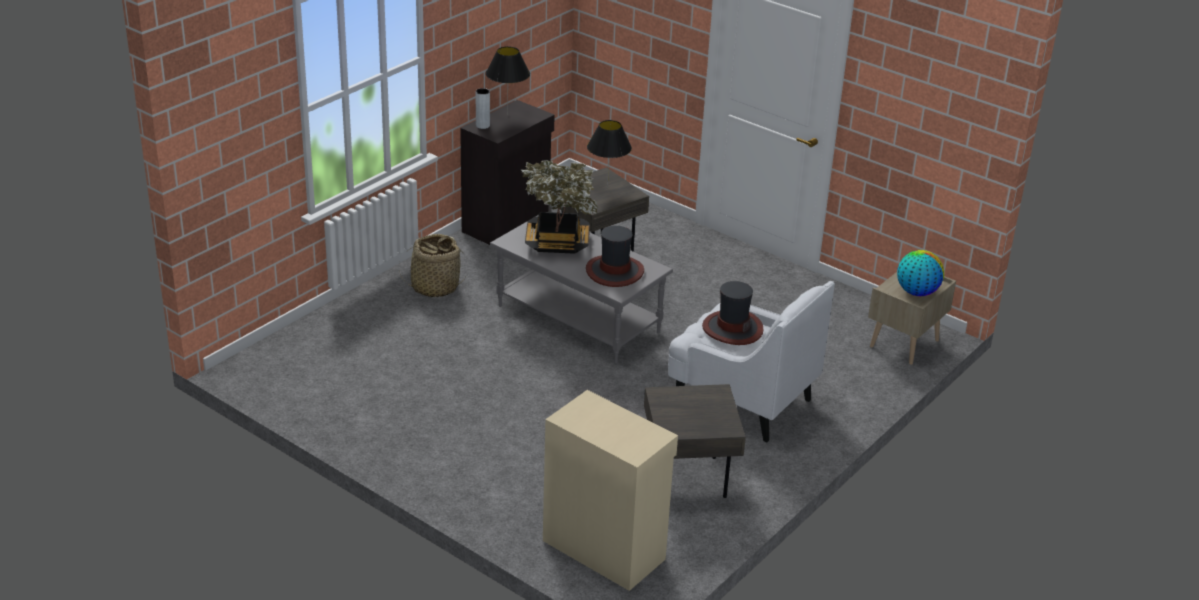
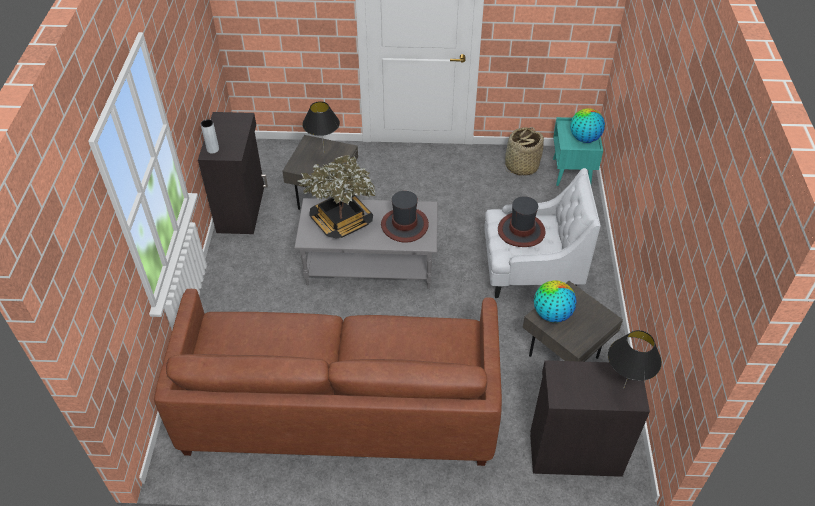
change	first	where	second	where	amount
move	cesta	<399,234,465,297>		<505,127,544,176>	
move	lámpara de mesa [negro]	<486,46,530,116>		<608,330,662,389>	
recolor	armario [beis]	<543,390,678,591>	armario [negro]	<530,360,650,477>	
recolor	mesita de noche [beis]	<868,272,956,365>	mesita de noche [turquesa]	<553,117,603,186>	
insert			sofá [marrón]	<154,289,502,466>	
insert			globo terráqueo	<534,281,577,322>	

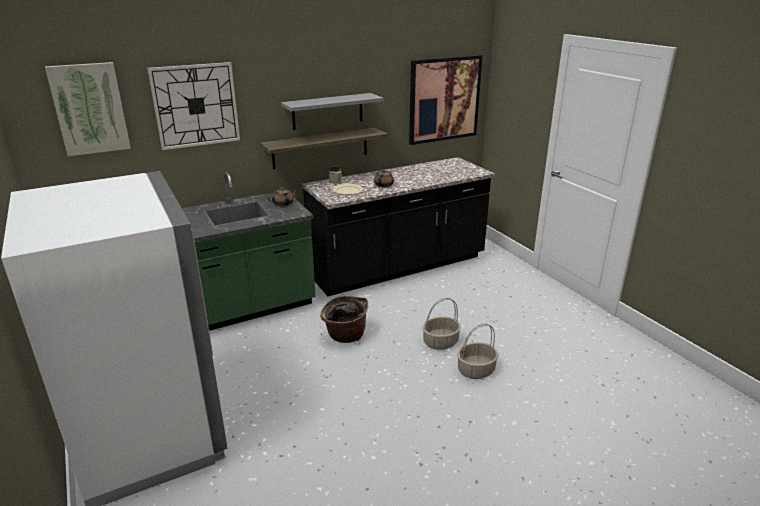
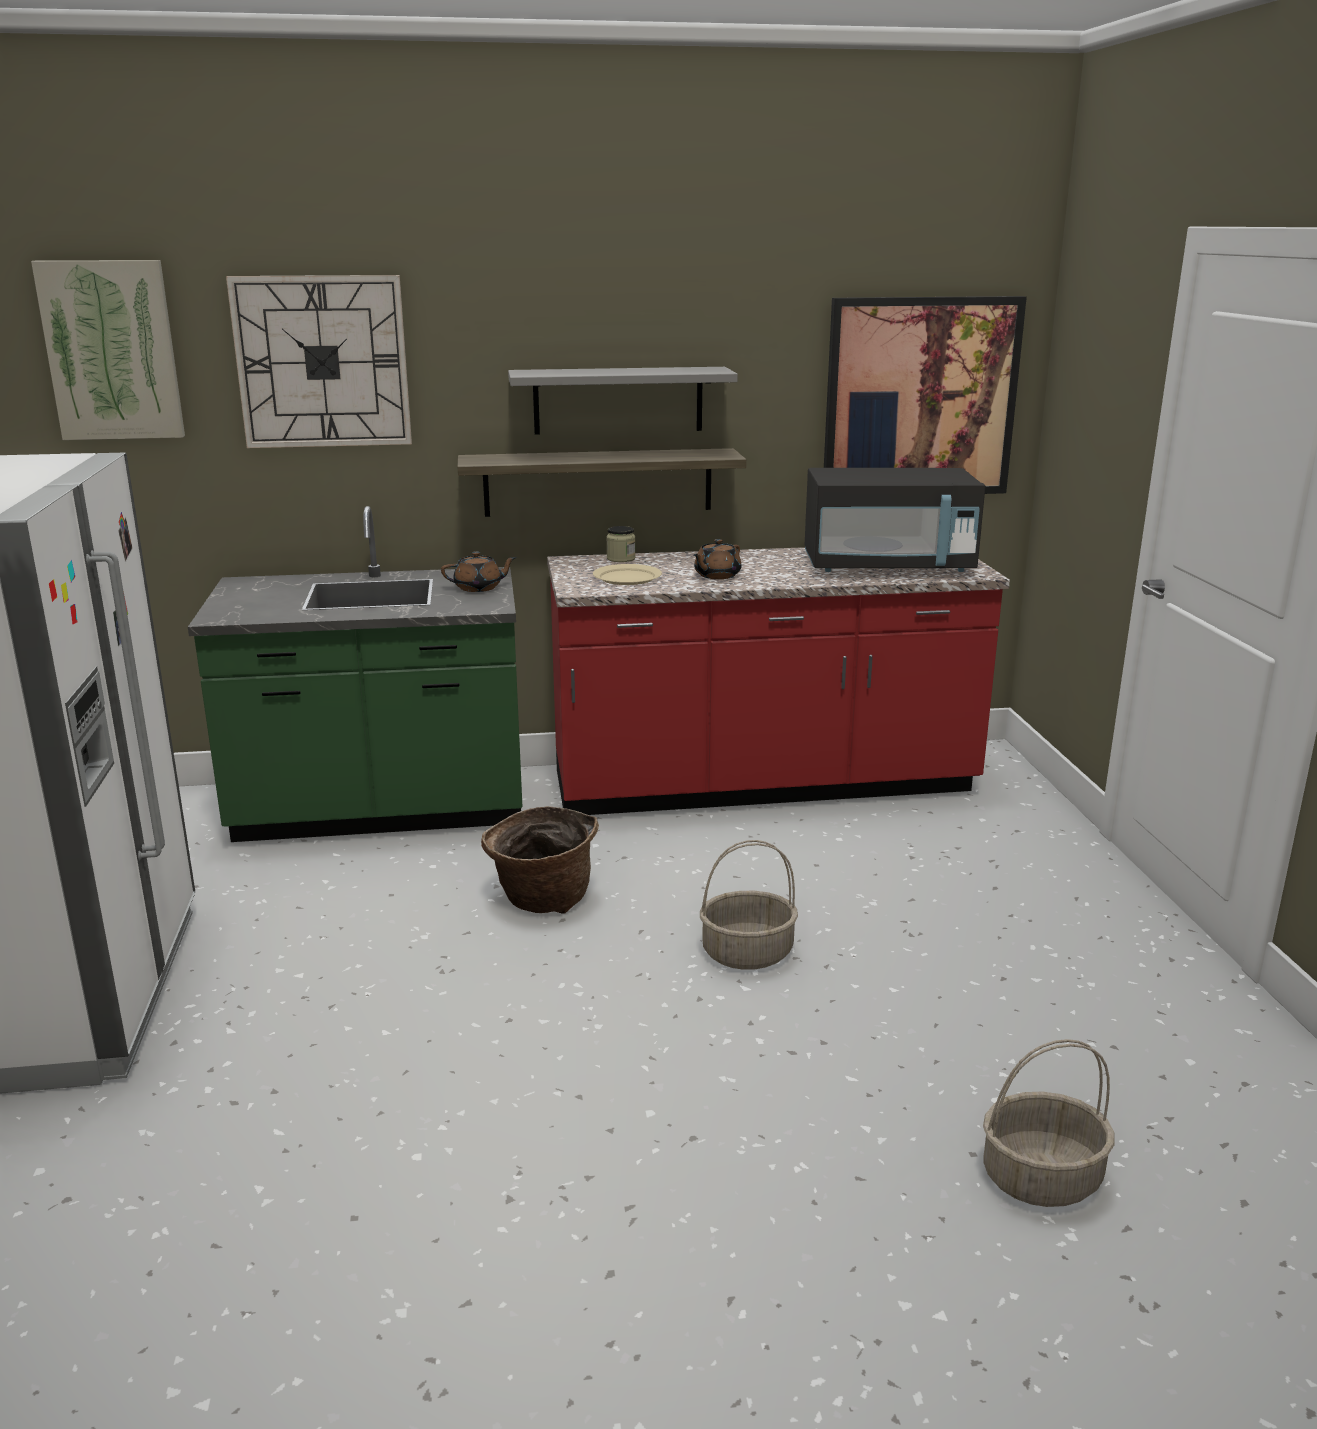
change	first	where	second	where	amount
recolor	mueble bajo de cocina [negro]	<302,157,495,296>	mueble bajo de cocina [rojo]	<547,547,1010,815>	
move	cesta	<457,323,499,379>		<983,1039,1115,1207>	
insert			microondas [negro]	<805,468,985,572>	

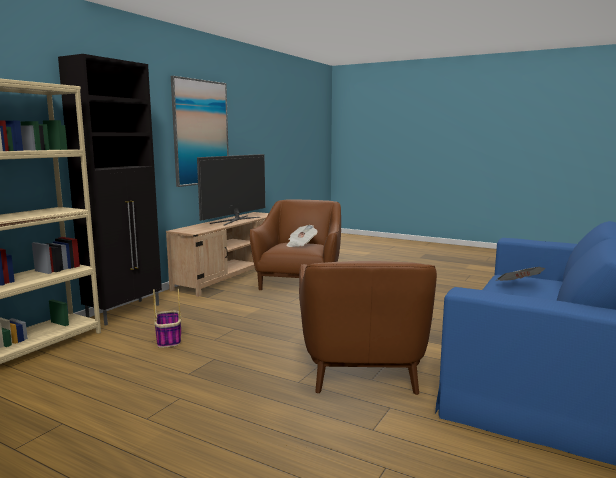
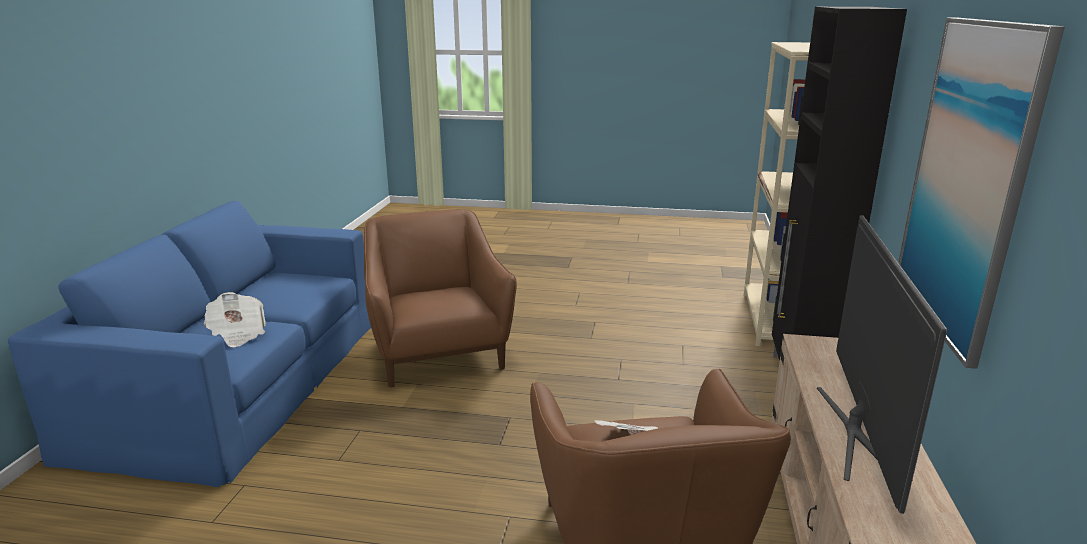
change	first	where	second	where	amount
delete	cesta	<153,288,181,348>			

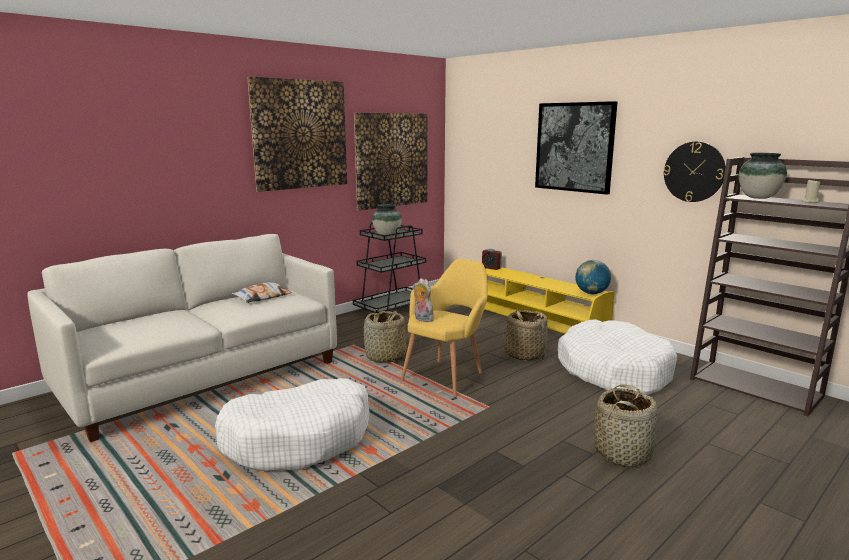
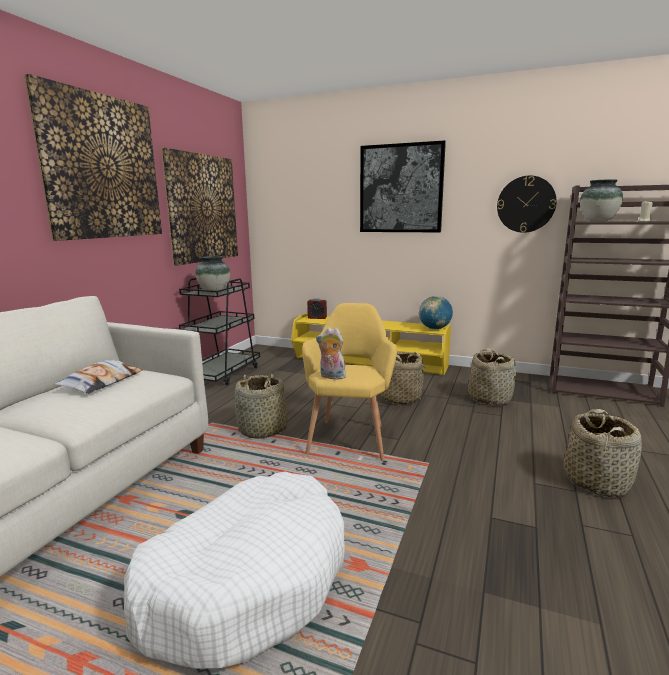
change	first	where	second	where	amount
replace	cama para perro [blanco]	<558,319,677,395>	cesta	<468,348,516,406>	

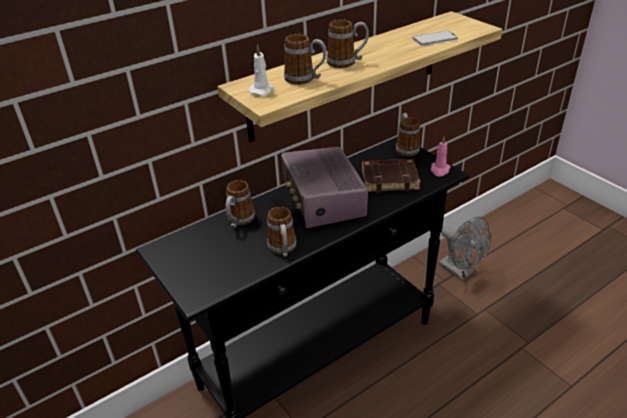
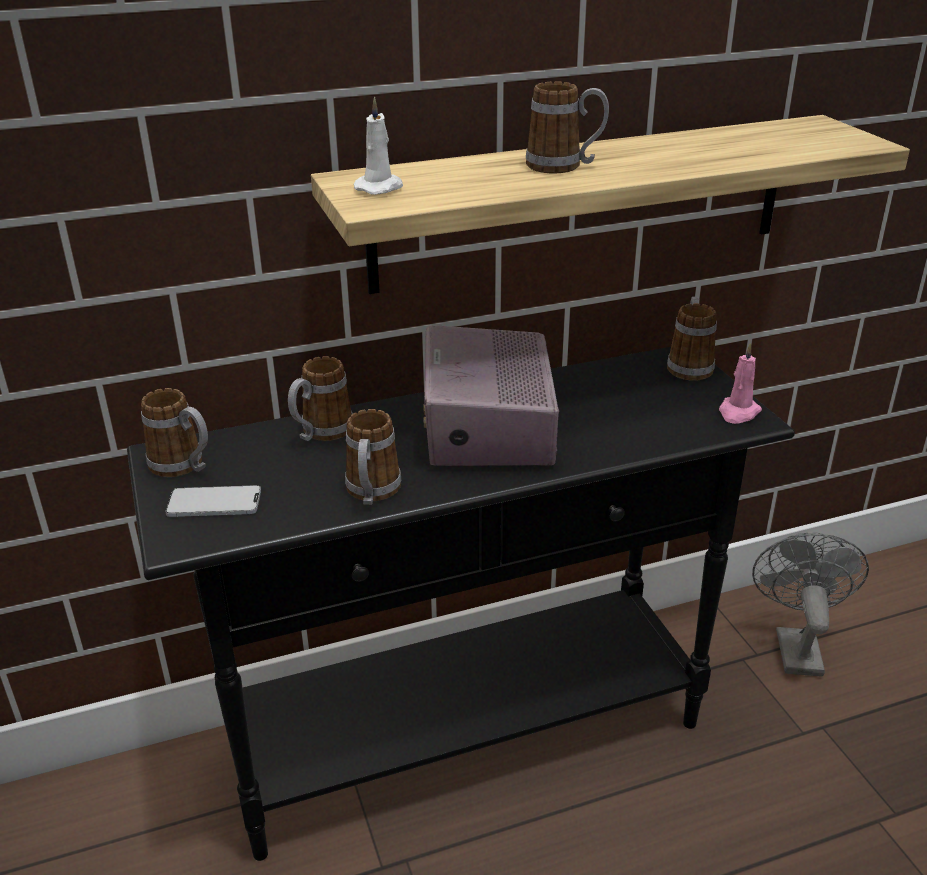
change	first	where	second	where	amount
move	taza grande	<284,34,326,85>		<141,388,208,477>	
delete	libro [marrón]	<362,159,421,193>			
move	móvil	<413,31,458,45>		<165,485,261,517>	
rotate	ventilador [gris]	<439,217,491,281>		<752,532,869,677>	150 degrees counterclockwise

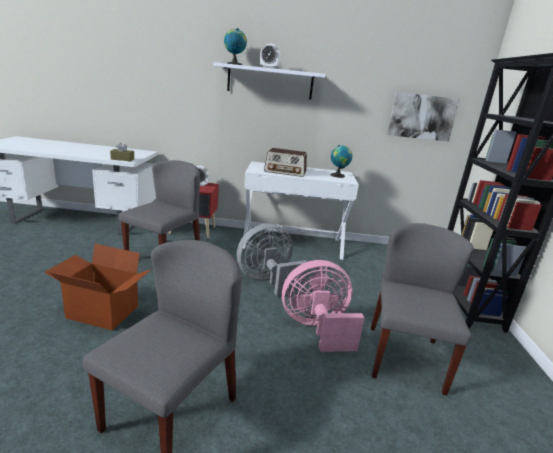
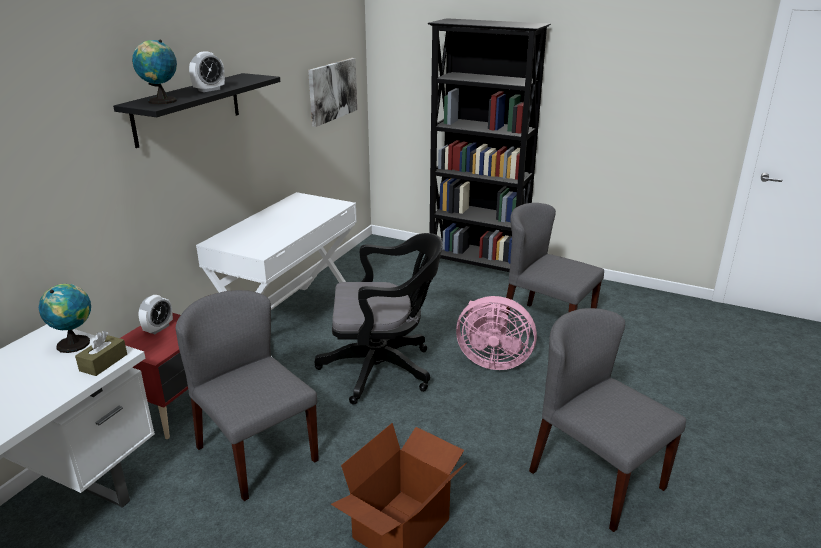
change	first	where	second	where	amount
recolor	estante [blanco]	<213,62,326,100>	estante [negro]	<113,73,280,148>	
replace	ventilador [gris]	<237,224,307,296>	silla de oficina [negro]	<315,233,443,405>	
delete	radio	<264,148,307,177>			
rotate	ventilador [rosa]	<282,260,365,352>		<456,296,537,370>	90 degrees counterclockwise
move	globo terráqueo	<331,145,353,178>		<39,284,91,353>	

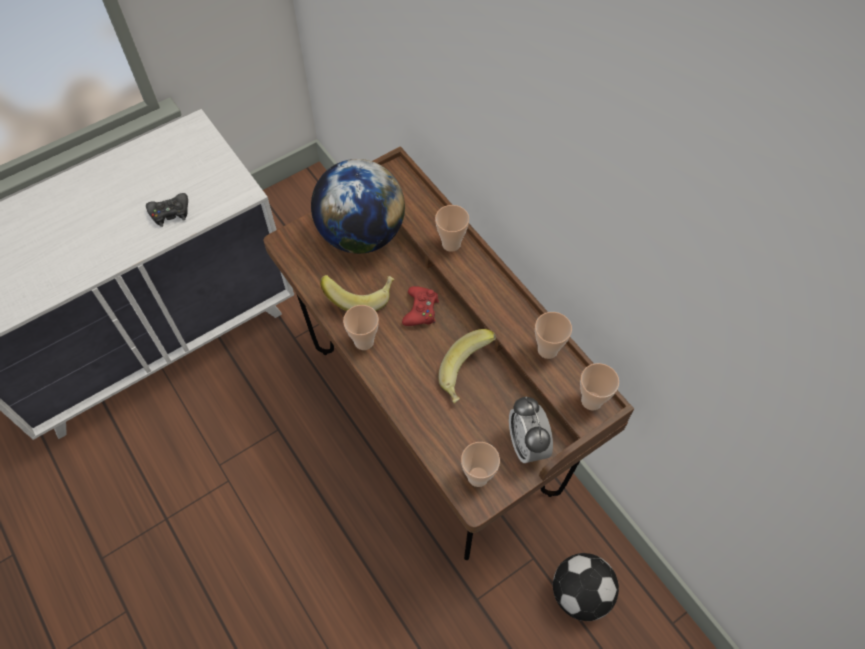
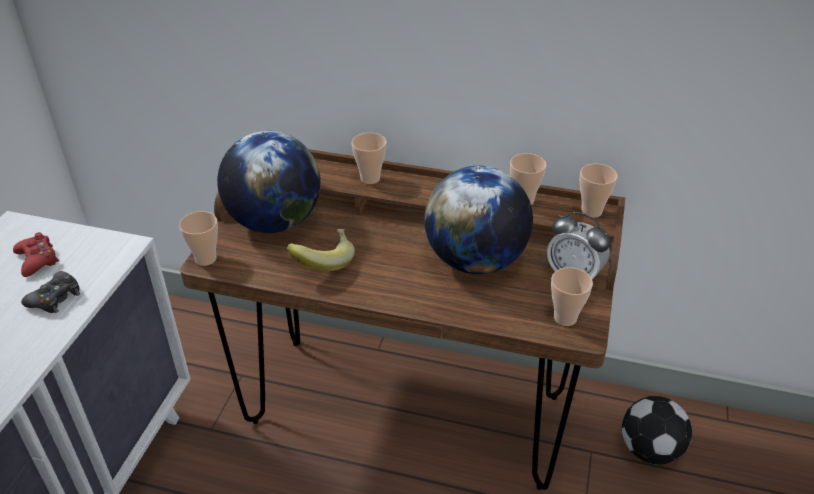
change	first	where	second	where	amount
move	taza	<343,305,379,350>		<179,211,218,266>	
move	mando de consola [rojo]	<402,286,439,326>		<13,232,59,277>	
replace	plátano	<438,329,496,403>	globo terráqueo	<424,166,533,274>	

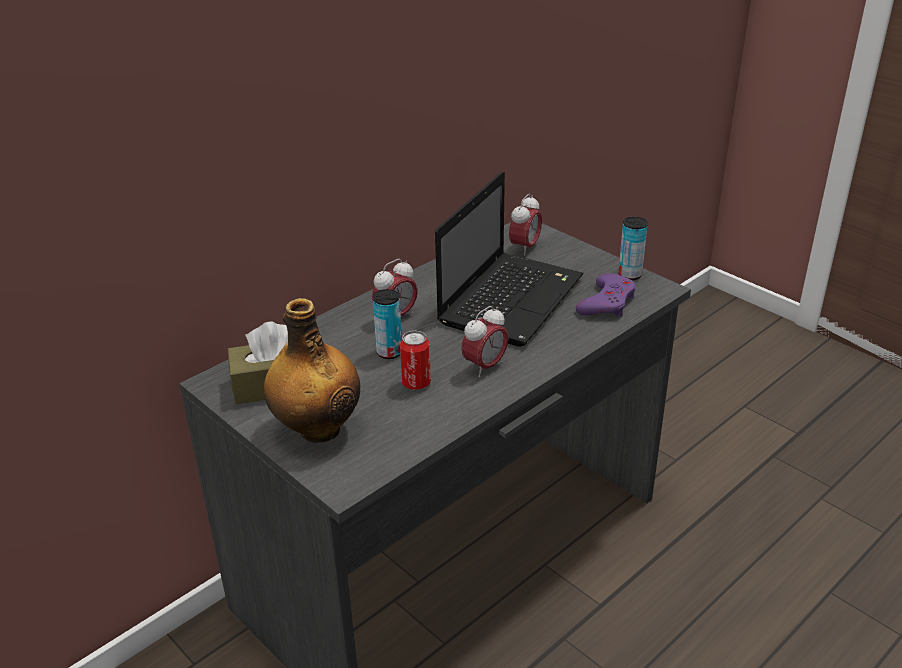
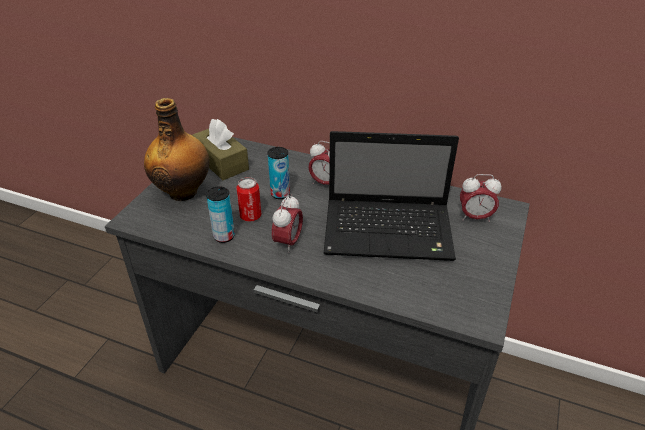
change	first	where	second	where	amount
rotate	despertador	<461,306,509,377>		<272,194,303,253>	90 degrees counterclockwise
delete	mando de consola [morado]	<576,273,636,316>			
move	lata	<618,217,648,280>		<206,186,235,243>	

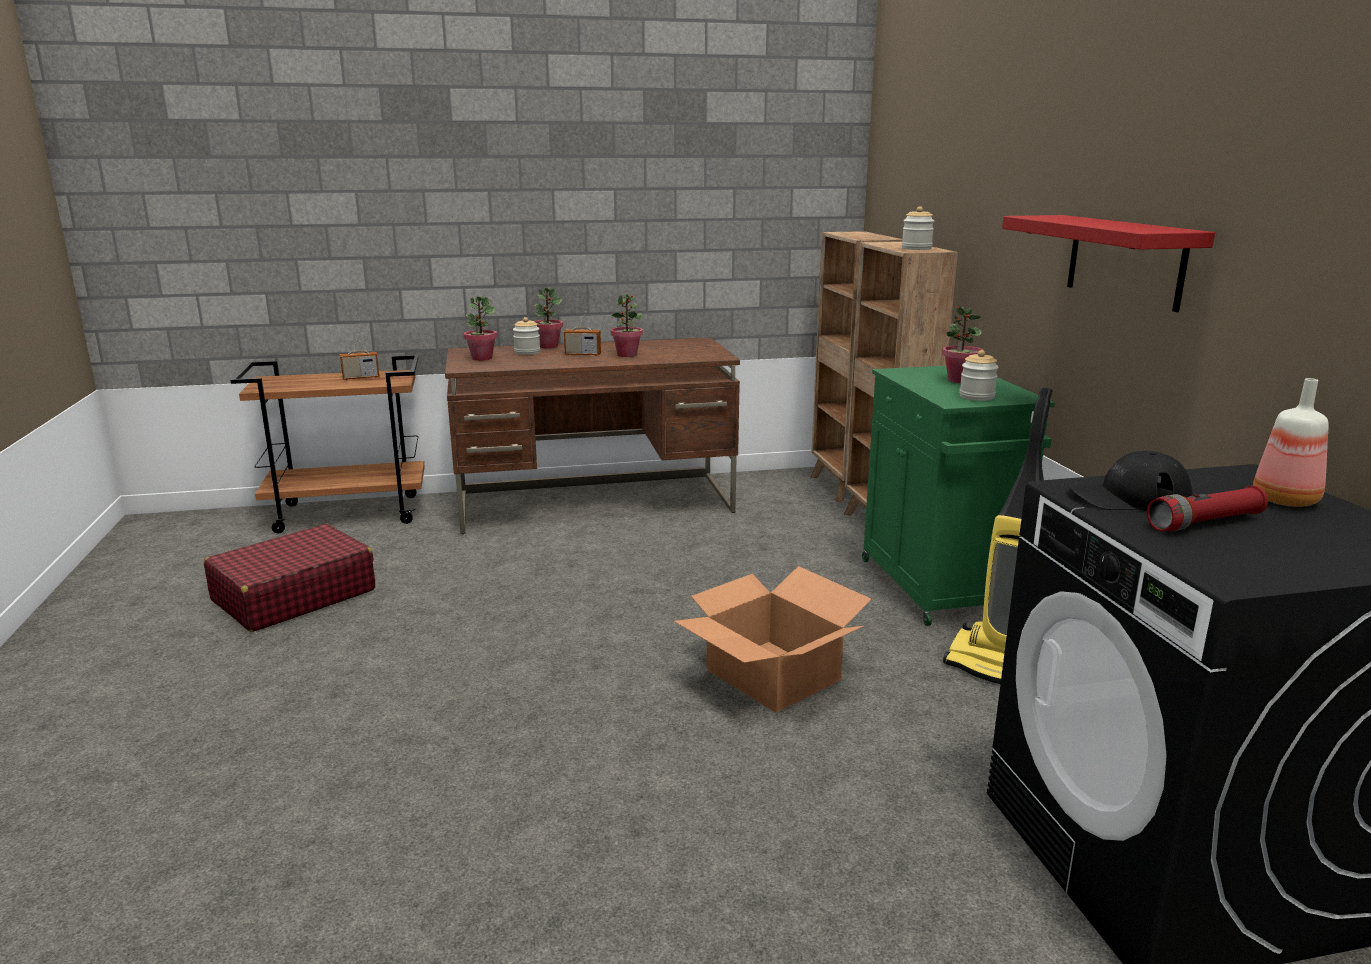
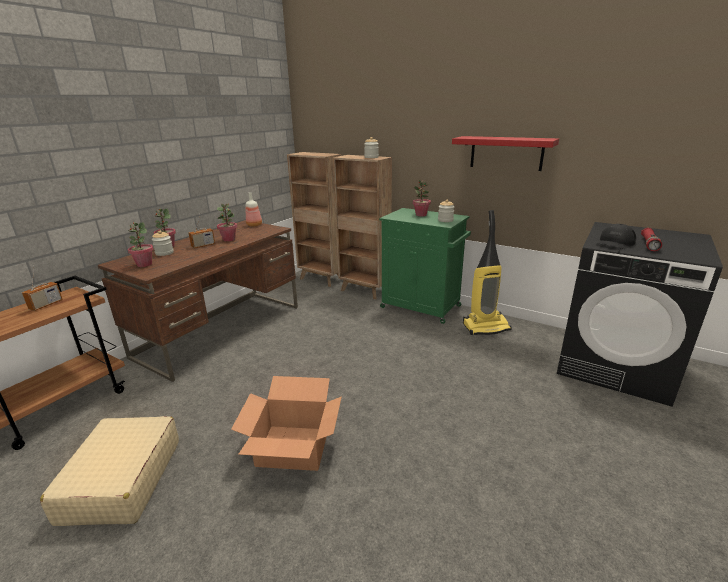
change	first	where	second	where	amount
recolor	maleta [rojo]	<204,524,375,632>	maleta [beis]	<40,416,179,526>	
move	caja de cartón	<674,566,872,713>		<231,376,342,471>	
move	botella	<1253,378,1329,507>		<246,192,262,227>	

